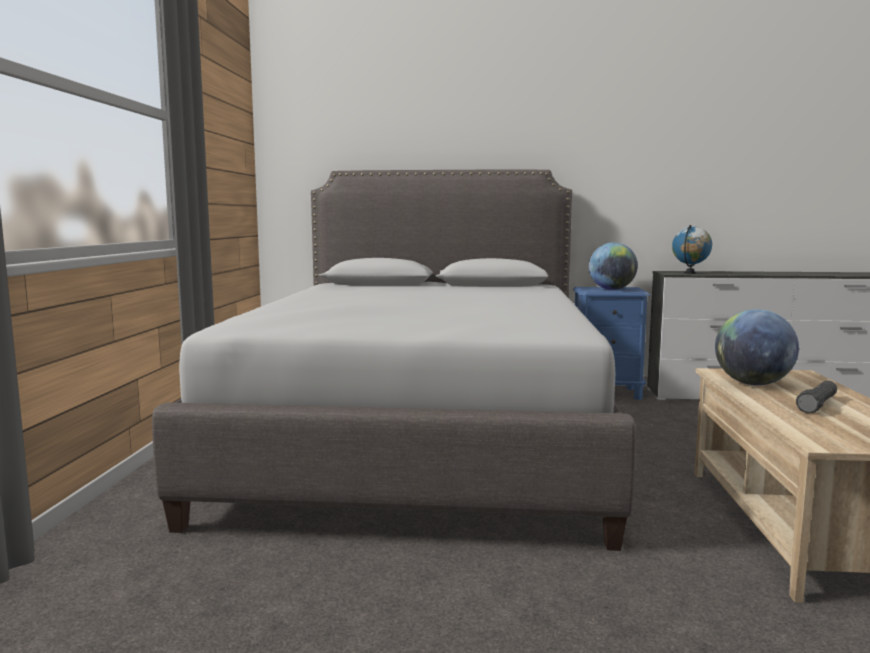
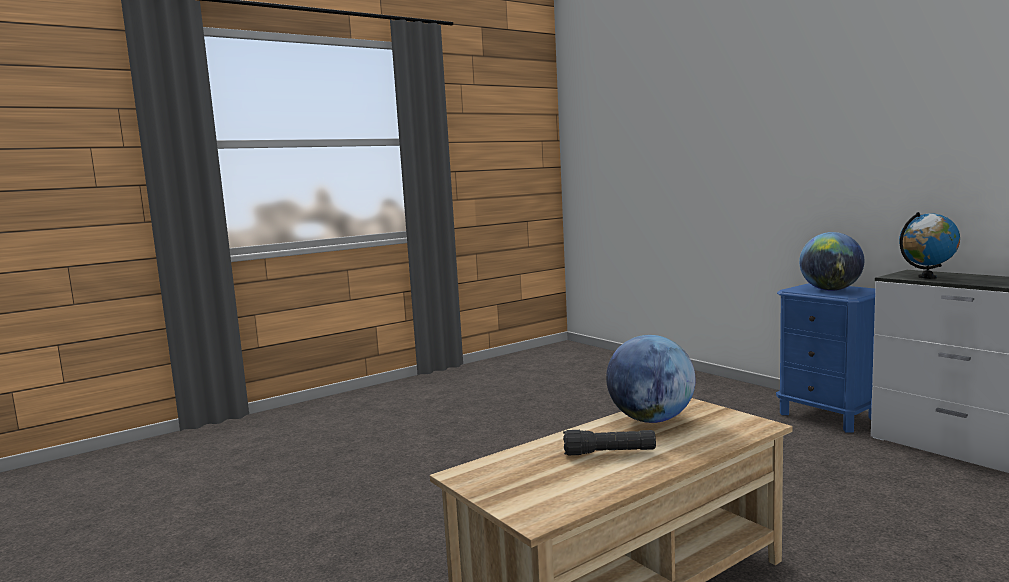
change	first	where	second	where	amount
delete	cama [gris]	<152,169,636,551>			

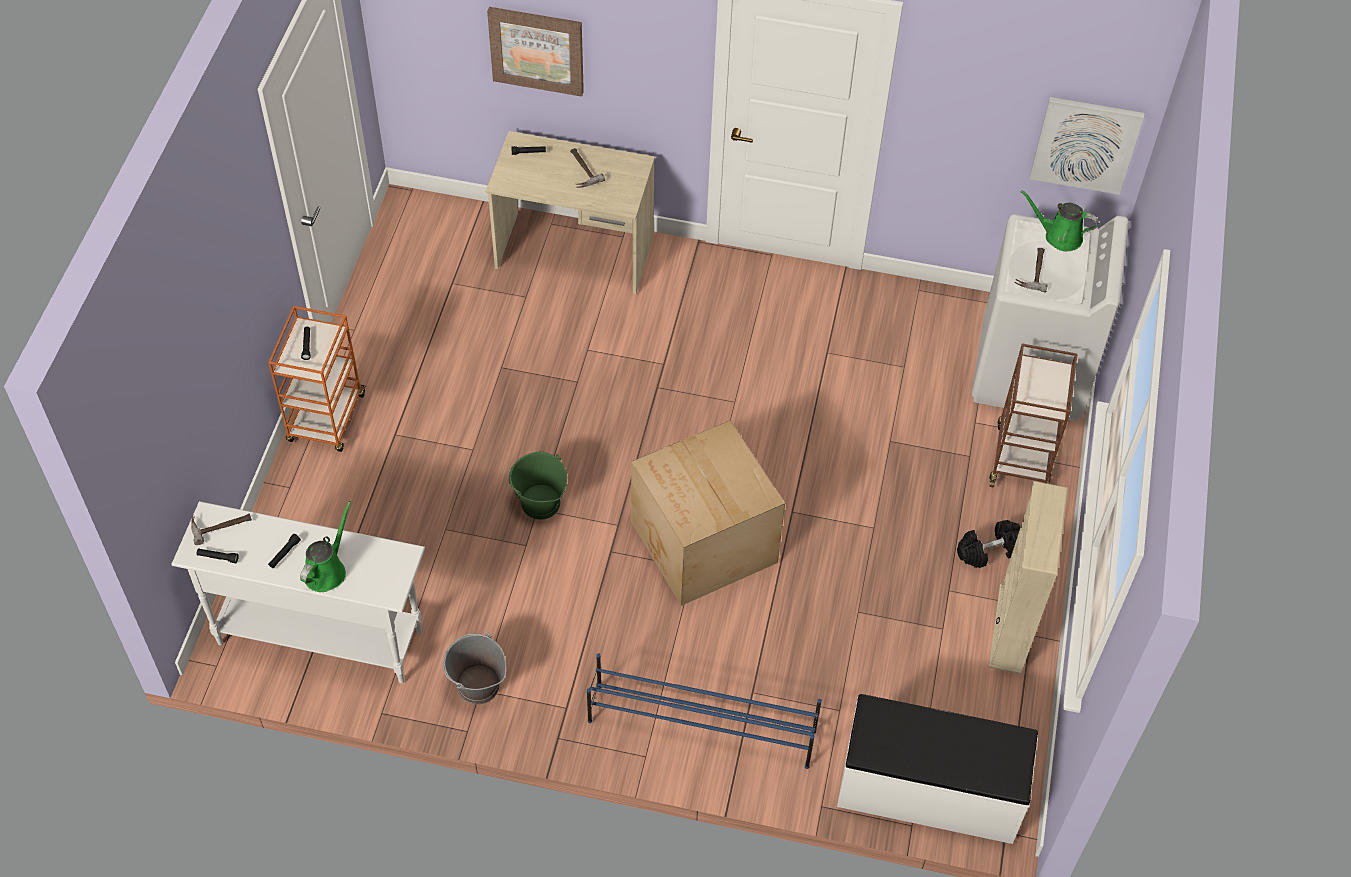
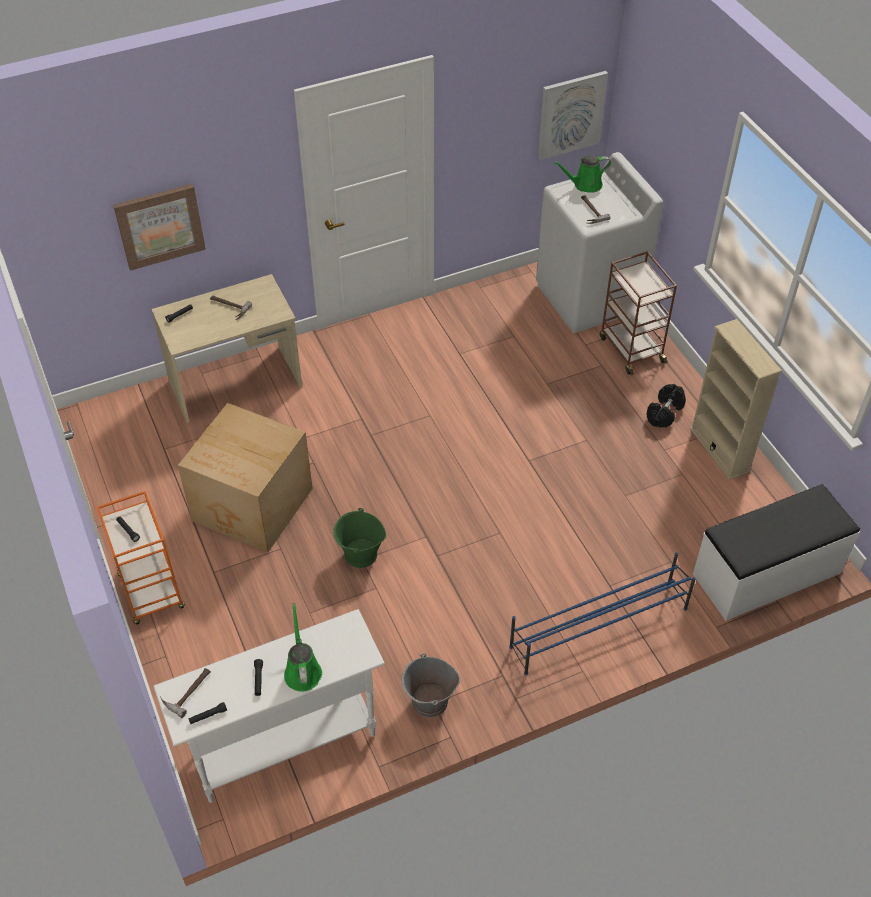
change	first	where	second	where	amount
move	caja de cartón	<631,420,785,606>		<178,403,313,553>	

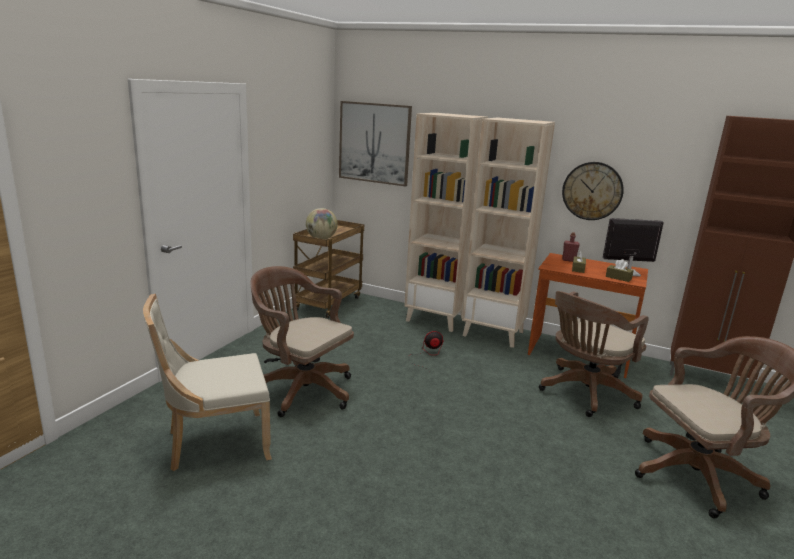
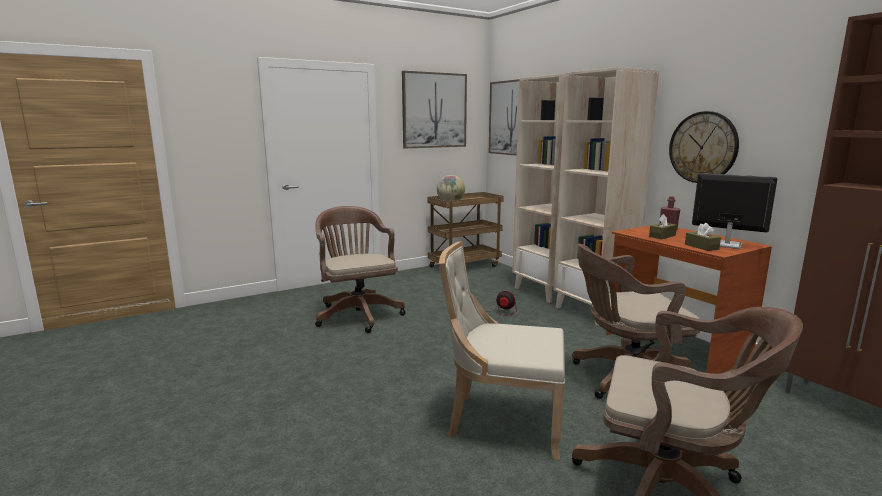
change	first	where	second	where	amount
move	silla [beis]	<143,294,272,471>		<439,241,565,460>	
insert			cuadro	<402,71,467,148>	

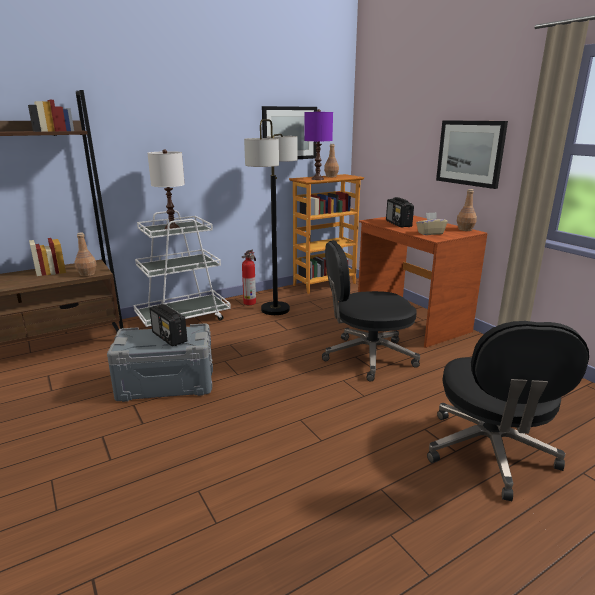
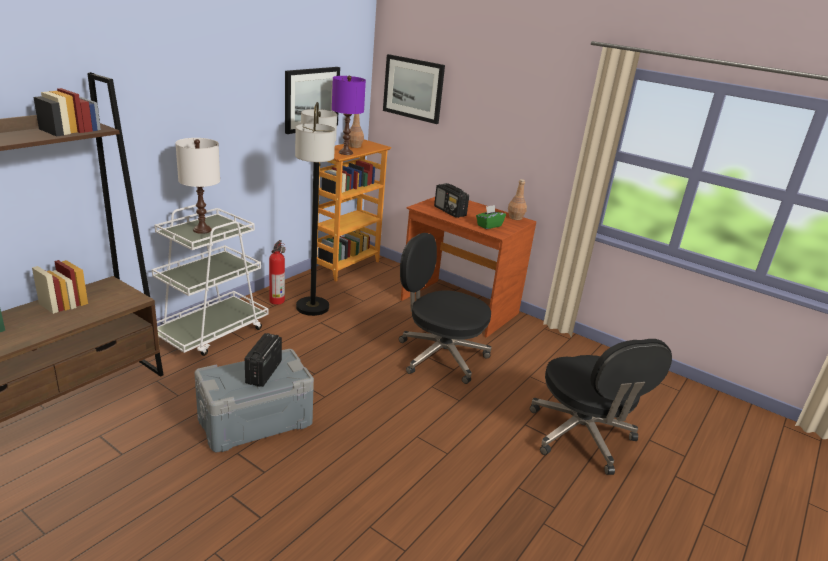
change	first	where	second	where	amount
delete	botella [marrón]	<74,232,97,277>			
rotate	radio	<149,304,187,346>		<245,333,282,387>	75 degrees clockwise
rotate	silla de oficina [negro]	<322,240,420,382>		<399,233,492,384>	60 degrees clockwise
recolor	caja de pañuelos [beis]	<416,212,447,235>	caja de pañuelos [verde]	<476,205,506,229>	
move	cuadro	<436,120,508,189>		<383,54,445,124>	

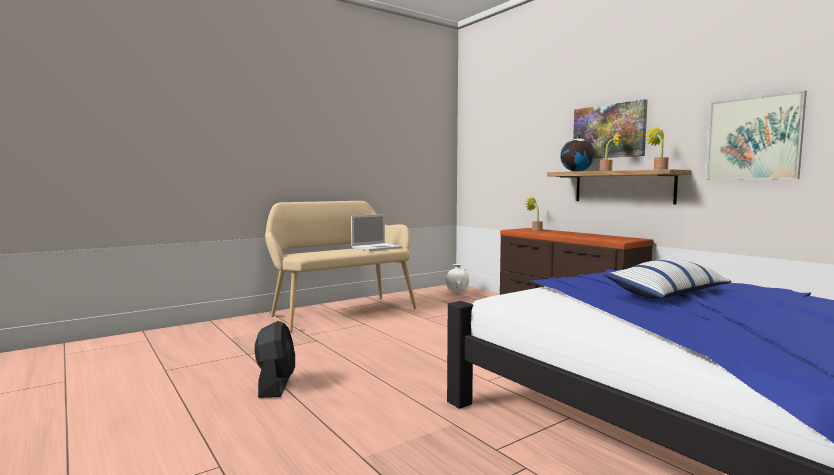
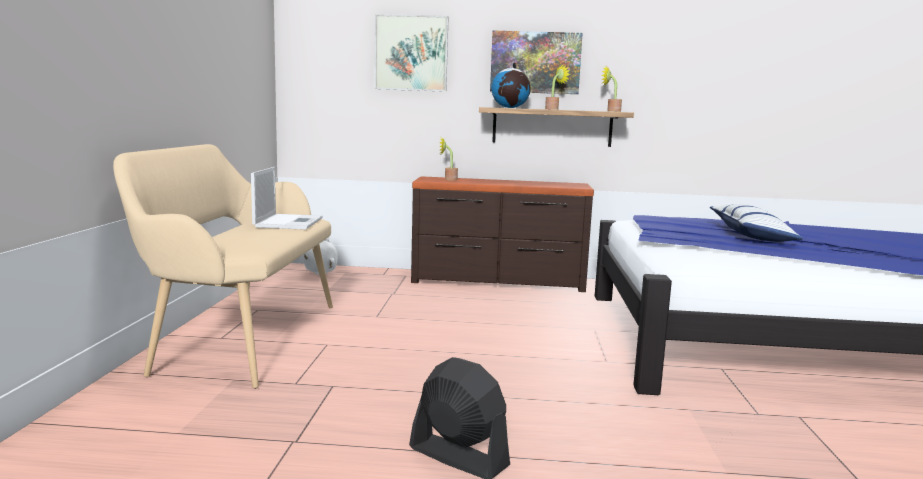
change	first	where	second	where	amount
move	cuadro	<706,90,807,180>		<374,14,449,92>	

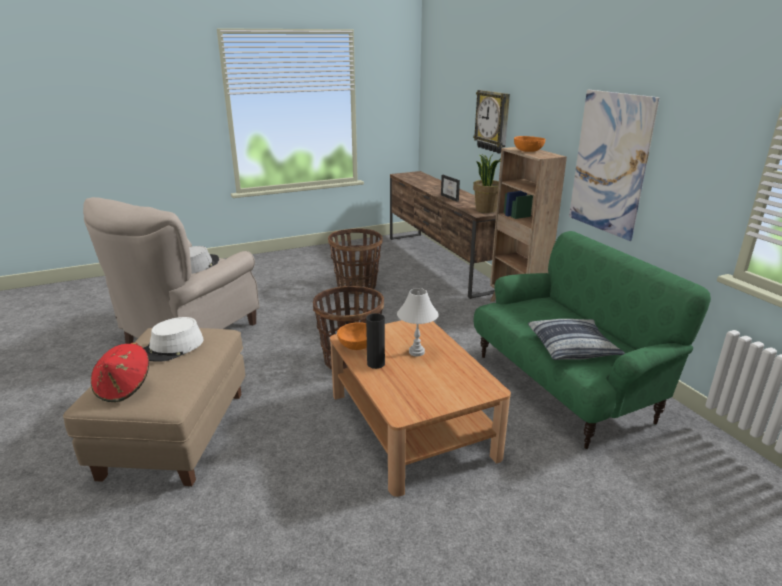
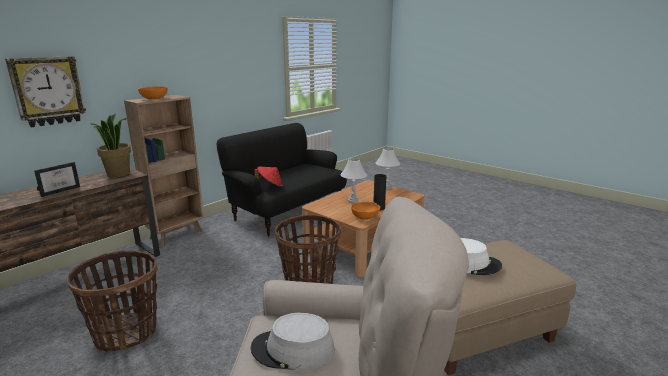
change	first	where	second	where	amount
move	sombrero [rojo]	<91,343,149,402>		<254,167,283,187>	
recolor	sofá [verde]	<473,231,711,449>	sofá [negro]	<216,123,347,236>	
delete	cojín	<528,319,626,360>			
delete	cuadro	<569,90,660,241>			
insert			lámpara de mesa [blanco]	<376,148,400,190>	

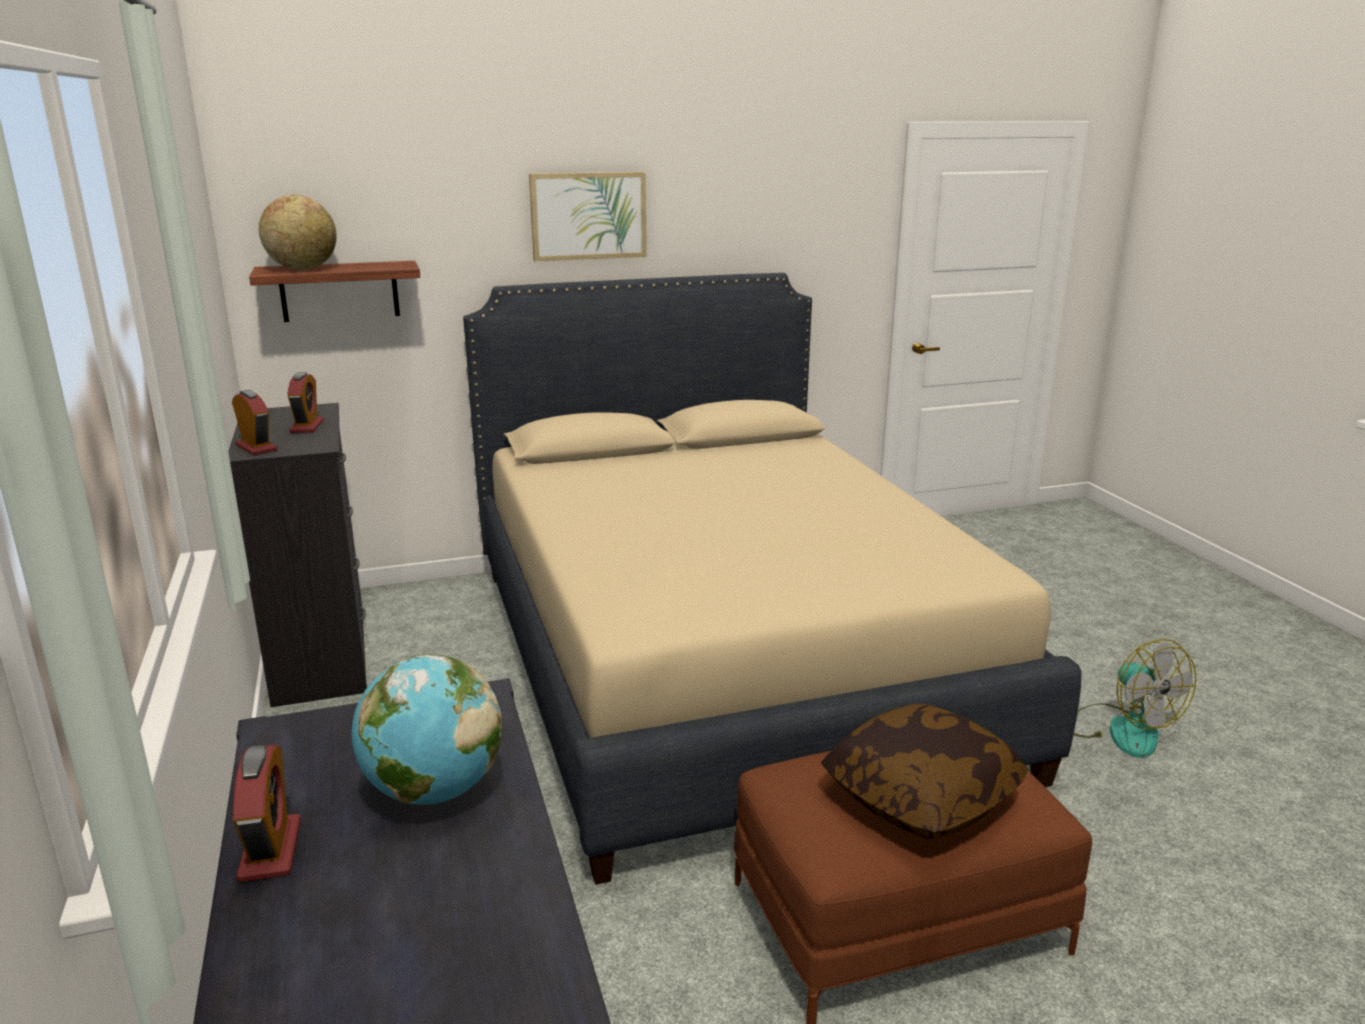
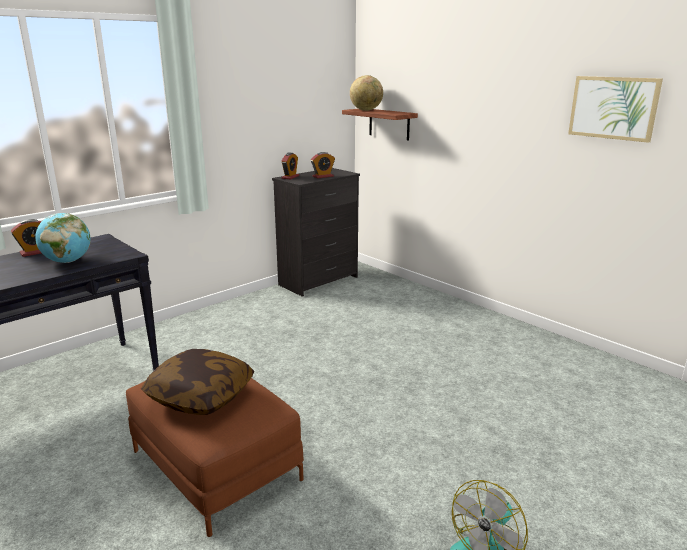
change	first	where	second	where	amount
delete	cama [beis]	<463,273,1081,885>			
move	cuadro	<529,172,647,261>		<568,76,663,143>	

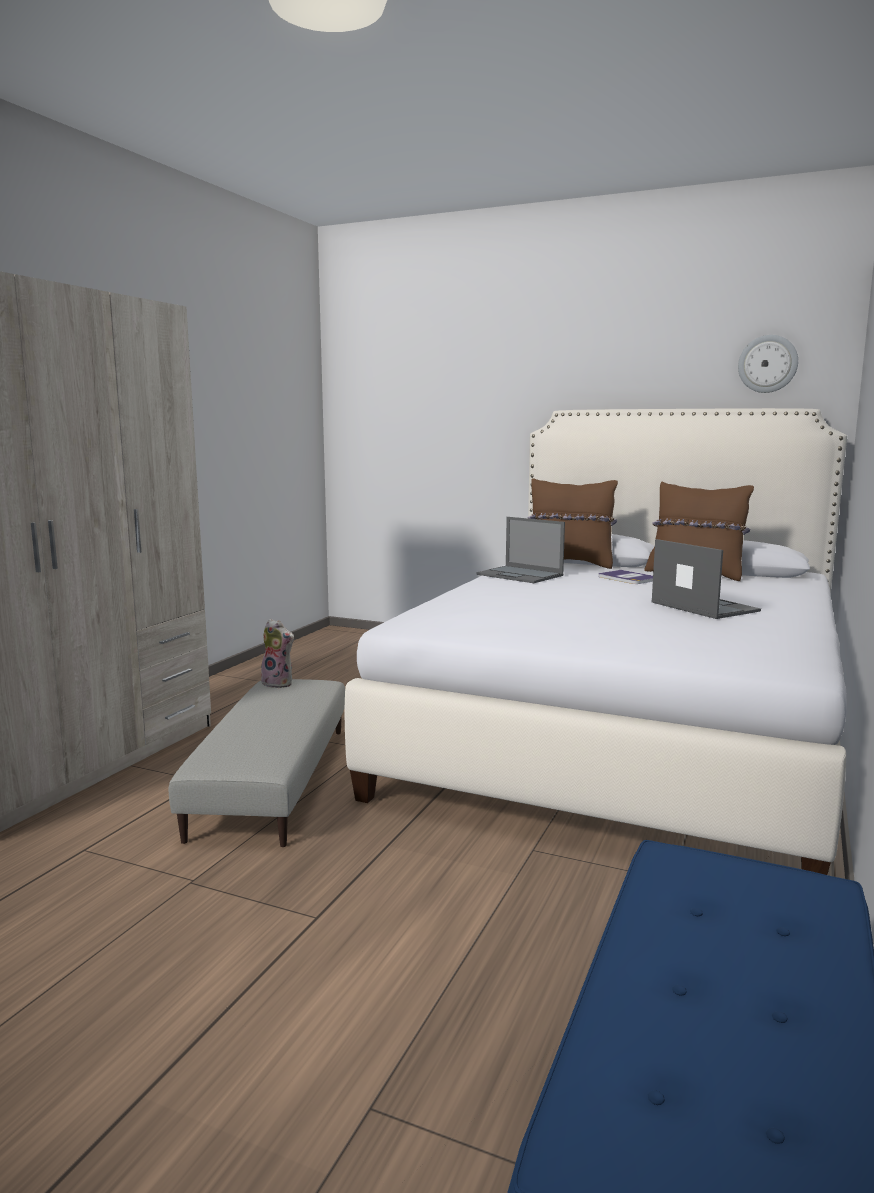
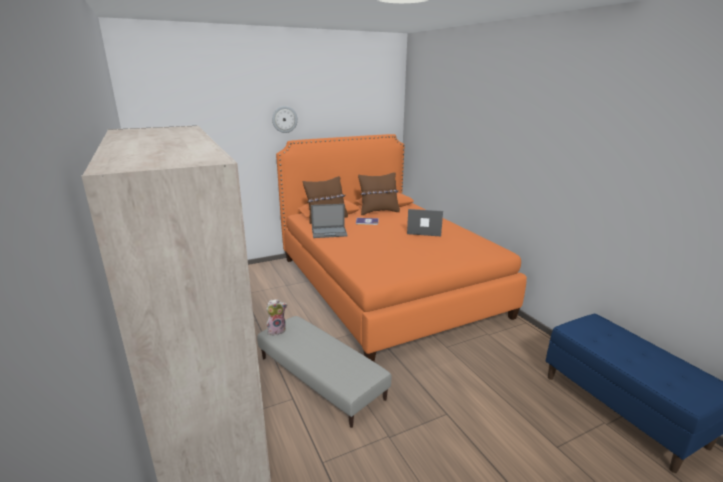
change	first	where	second	where	amount
recolor	cama [blanco]	<345,408,847,875>	cama [naranja]	<276,134,527,362>	
move	reloj de pared	<738,335,798,393>		<272,106,298,133>	

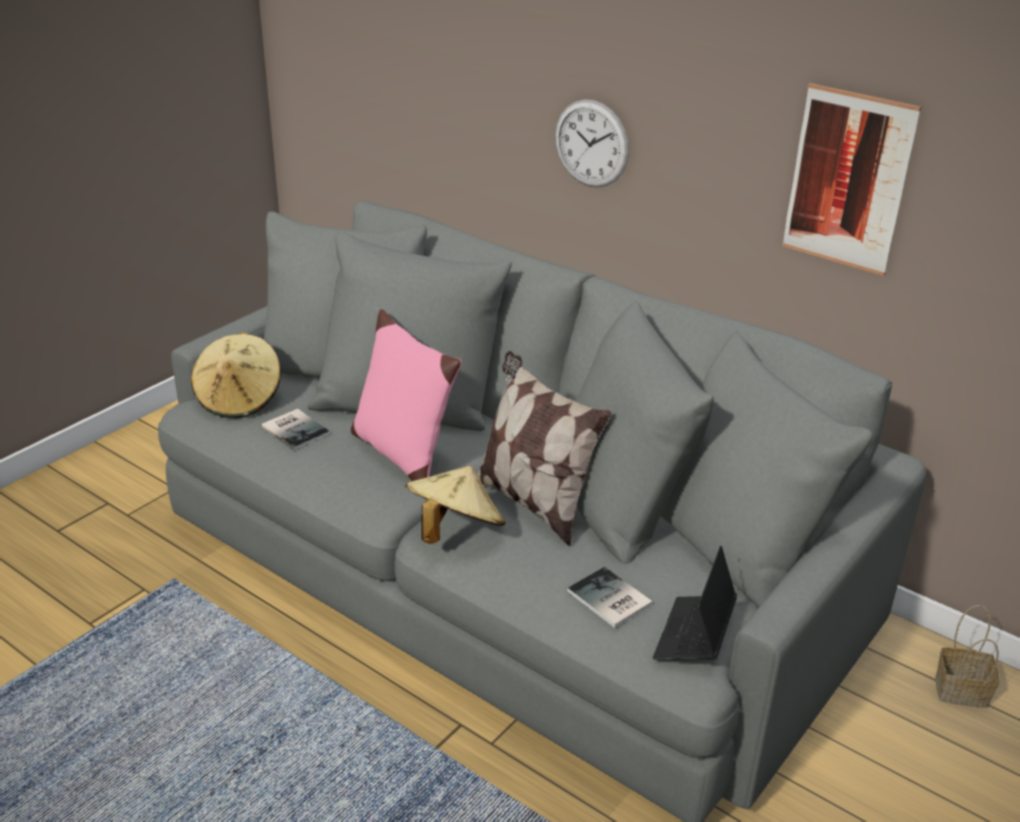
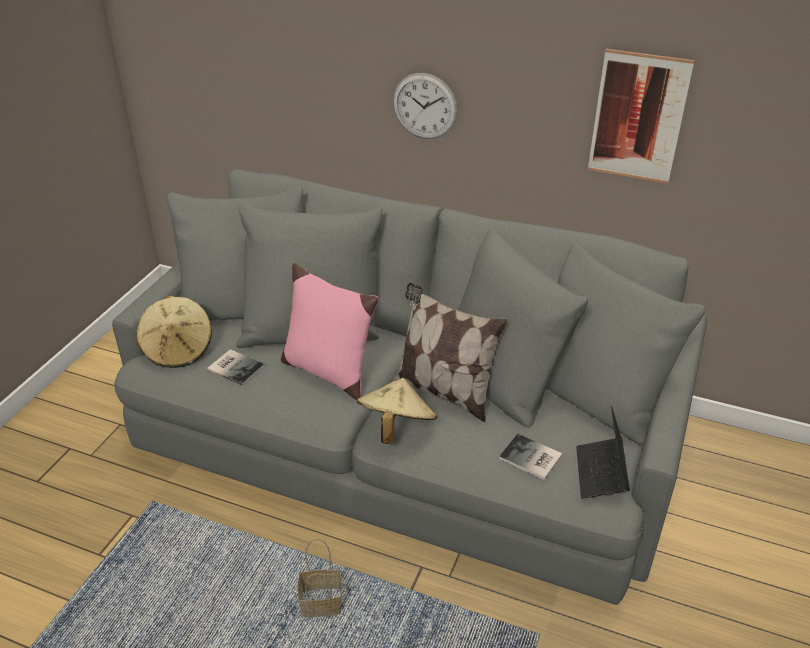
change	first	where	second	where	amount
move	cesta	<935,605,1000,708>		<298,539,342,617>	

